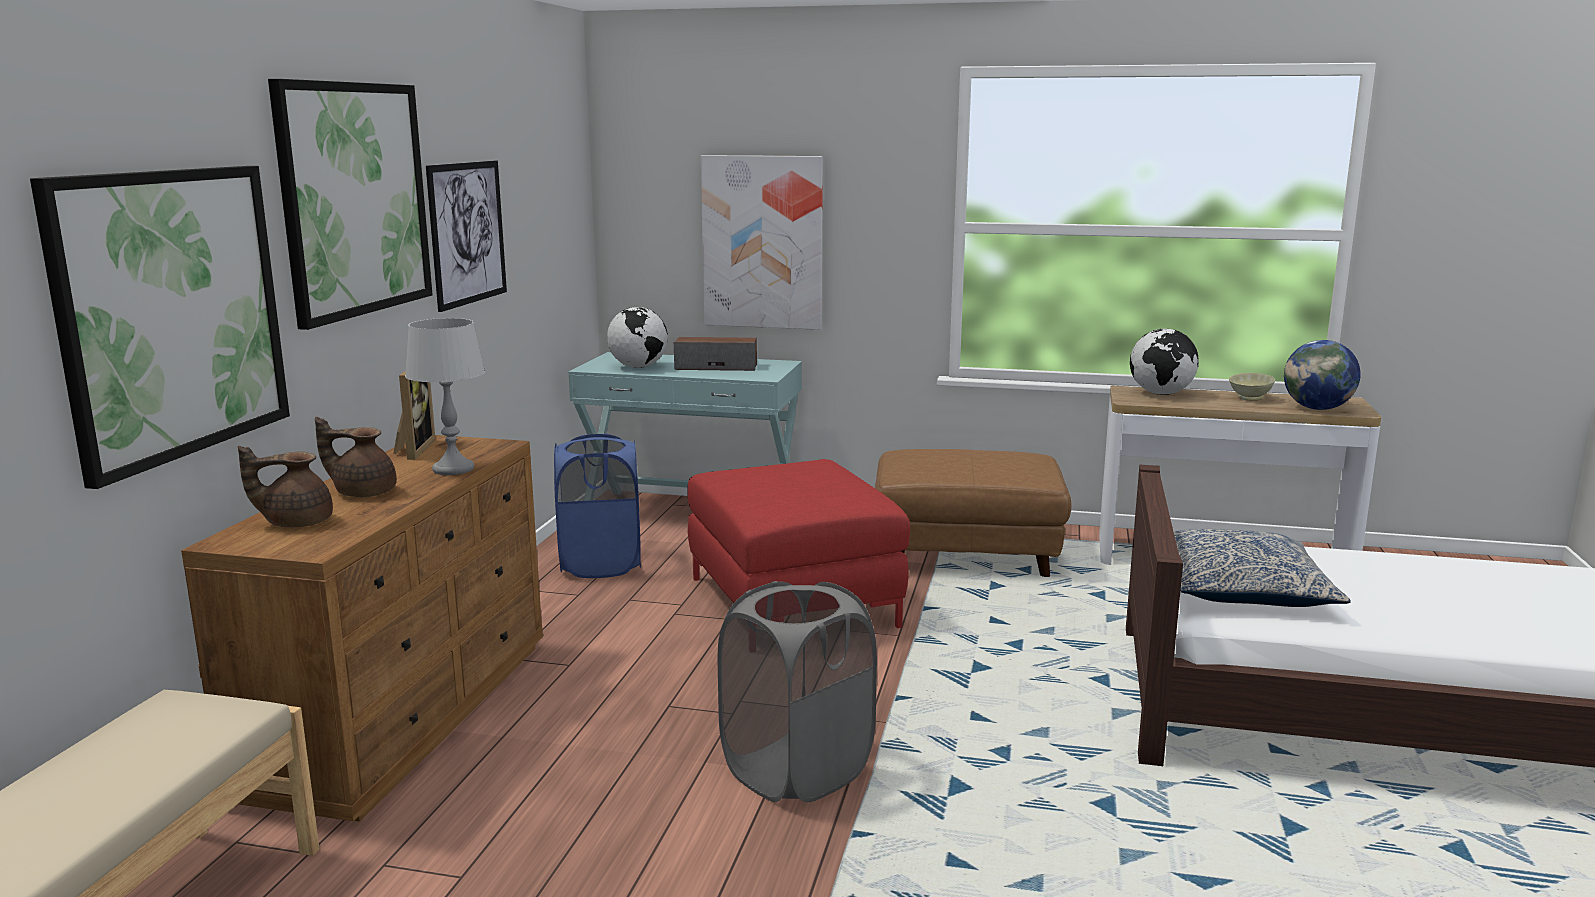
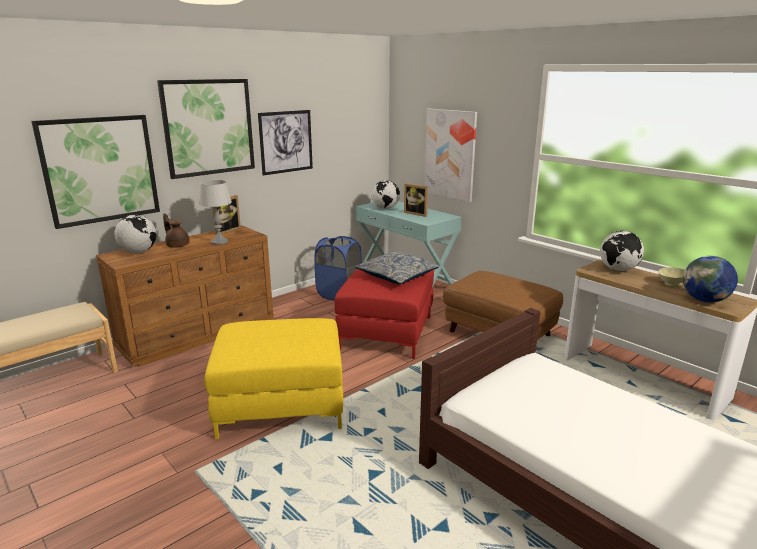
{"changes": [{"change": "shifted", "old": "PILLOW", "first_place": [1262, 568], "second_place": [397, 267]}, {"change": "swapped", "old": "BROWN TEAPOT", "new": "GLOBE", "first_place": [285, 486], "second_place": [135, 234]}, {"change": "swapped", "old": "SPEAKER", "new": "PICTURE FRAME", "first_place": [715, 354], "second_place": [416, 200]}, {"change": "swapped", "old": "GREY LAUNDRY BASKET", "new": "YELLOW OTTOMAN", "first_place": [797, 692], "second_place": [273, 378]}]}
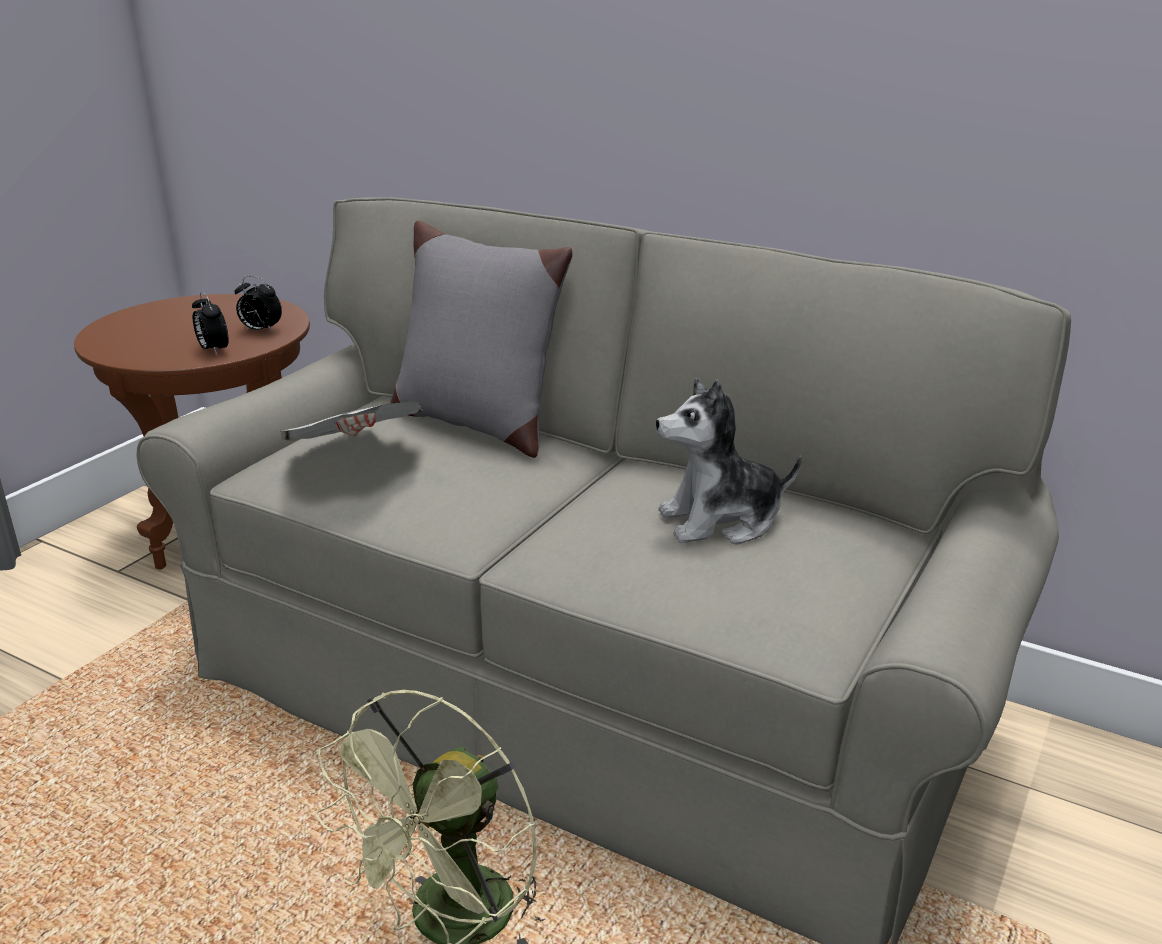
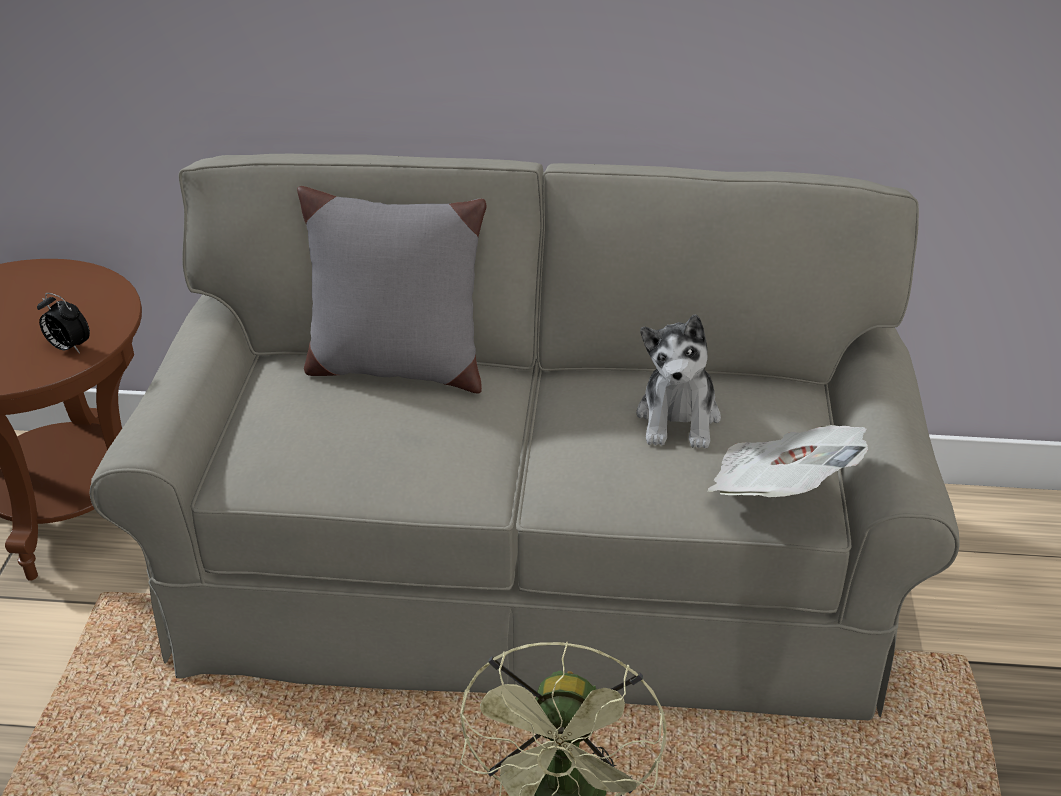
{"changes": [{"change": "gone", "old": "ALARM CLOCK", "first_place": [258, 304]}, {"change": "shifted", "old": "NEWSPAPER", "first_place": [351, 421], "second_place": [787, 461]}, {"change": "rotated", "old": "PLUSH TOY", "first_place": [729, 461], "second_place": [678, 381], "degrees": -45}]}
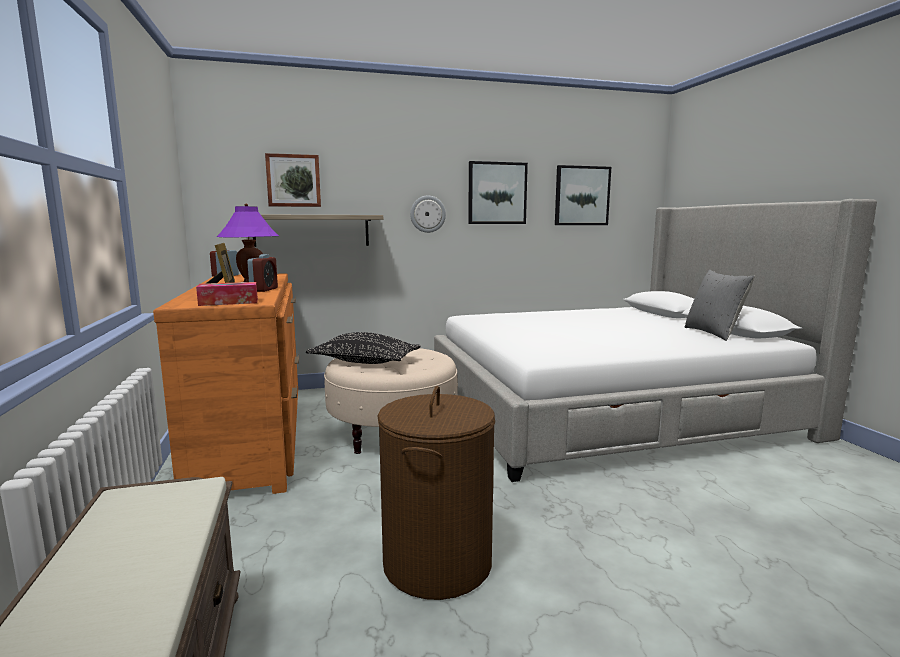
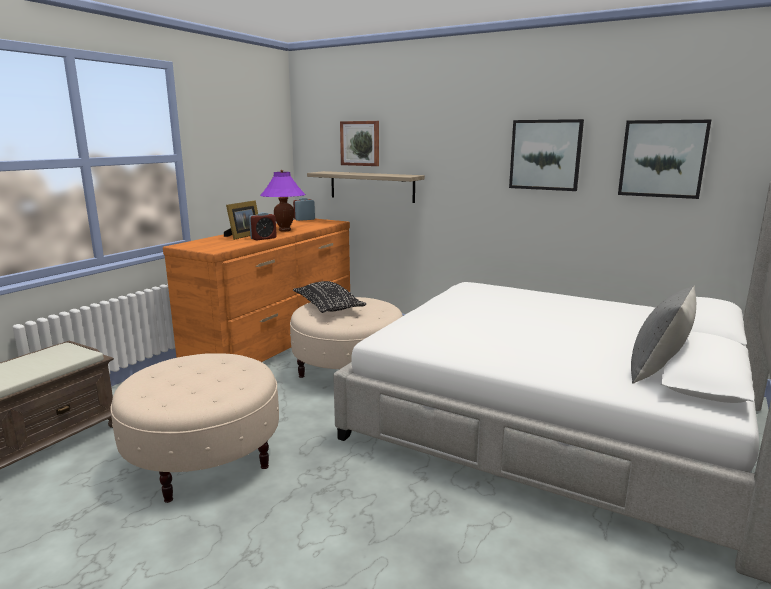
{"changes": [{"change": "gone", "old": "TISSUE BOX", "first_place": [227, 294]}, {"change": "gone", "old": "WALL CLOCK", "first_place": [428, 214]}, {"change": "swapped", "old": "BROWN LAUNDRY BASKET", "new": "BEIGE OTTOMAN", "first_place": [436, 493], "second_place": [194, 428]}]}
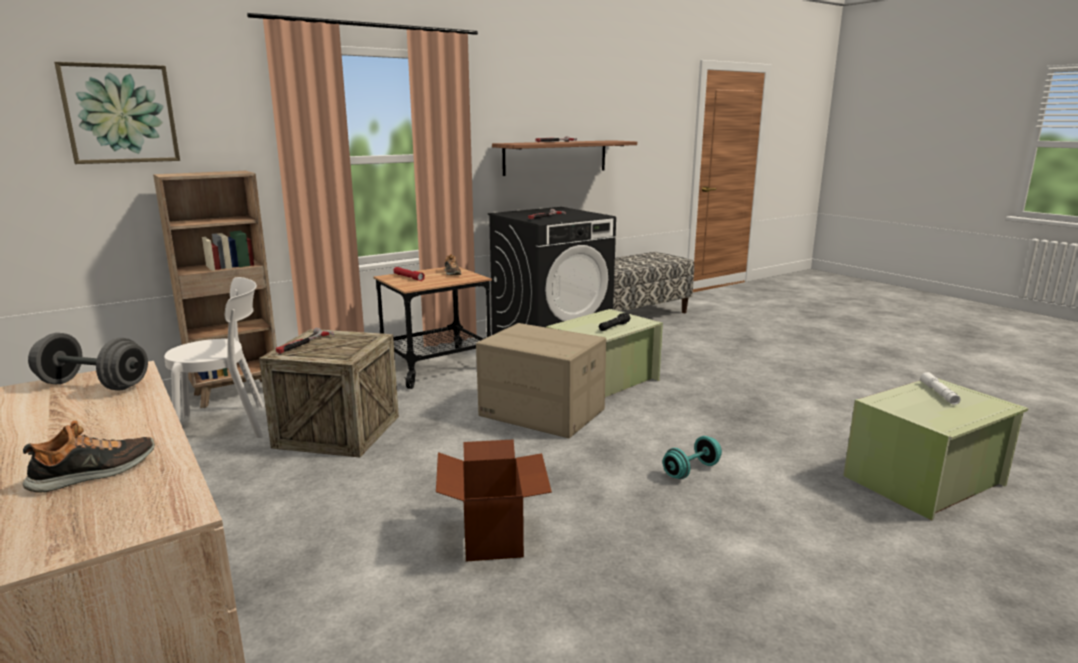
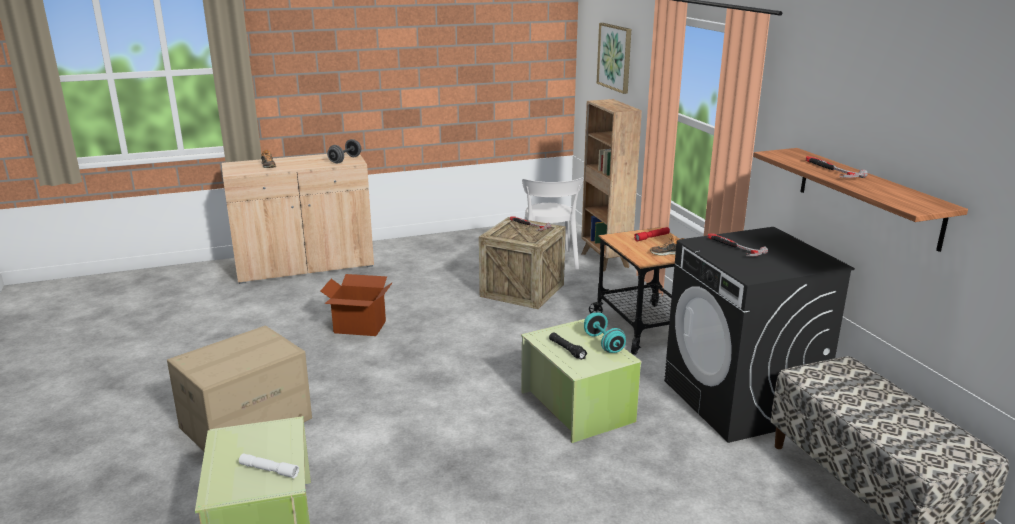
{"changes": [{"change": "shifted", "old": "CARDBOARD BOX", "first_place": [541, 380], "second_place": [239, 388]}, {"change": "shifted", "old": "TURQUOISE DUMBBELL", "first_place": [692, 457], "second_place": [605, 332]}]}
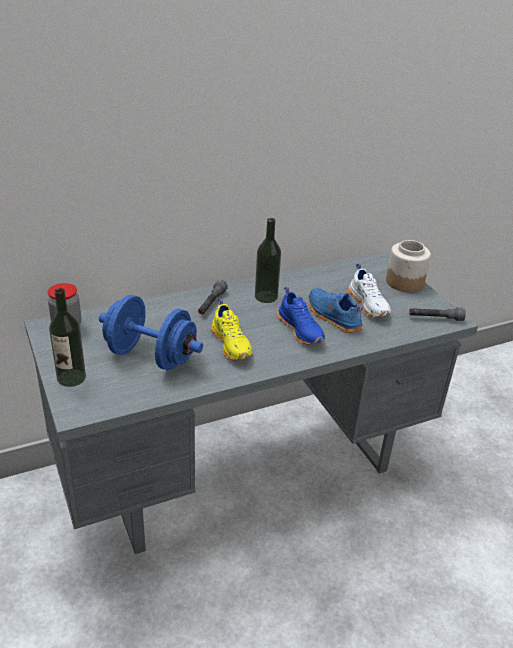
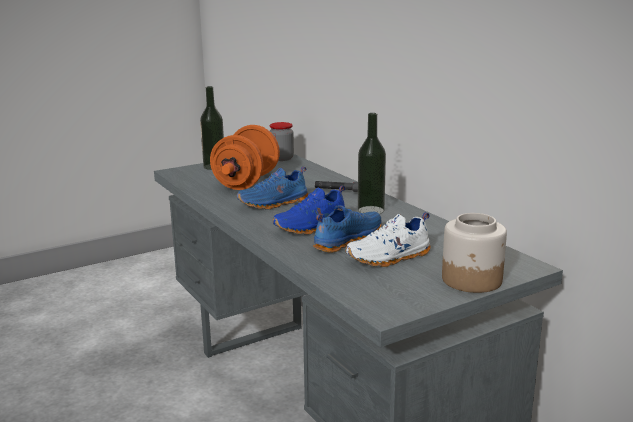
{"changes": [{"change": "gone", "old": "GREY FLASHLIGHT", "first_place": [437, 314]}, {"change": "repainted", "old": "BLUE DUMBBELL", "new": "ORANGE DUMBBELL", "first_place": [151, 332], "second_place": [245, 157]}, {"change": "repainted", "old": "YELLOW SHOE", "new": "BLUE SHOE", "first_place": [231, 330], "second_place": [272, 188]}]}
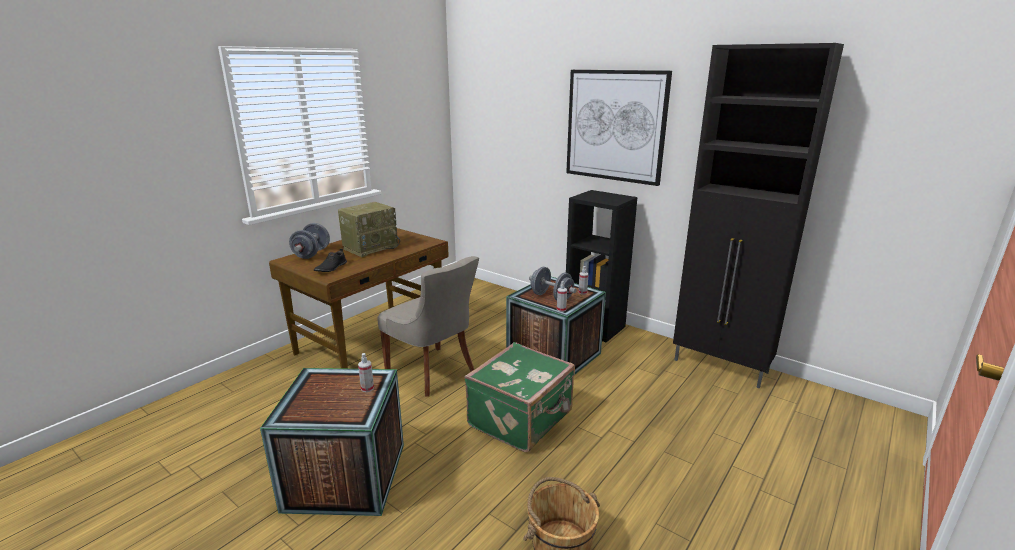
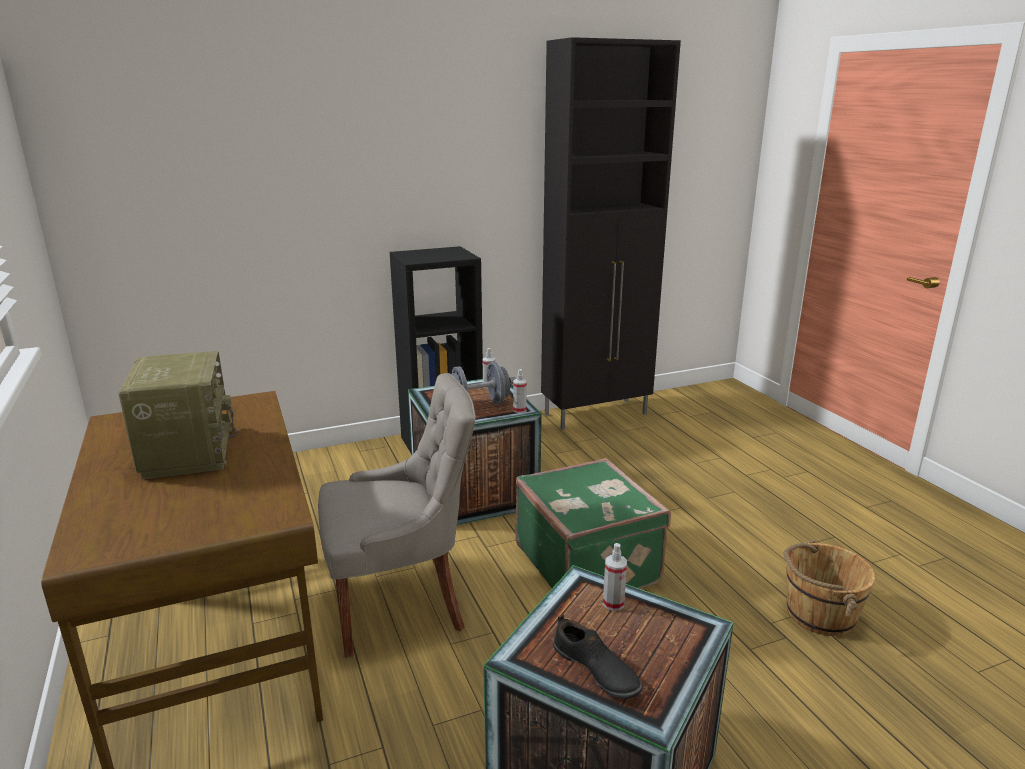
{"changes": [{"change": "gone", "old": "GREY DUMBBELL", "first_place": [309, 241]}, {"change": "gone", "old": "PICTURE", "first_place": [619, 128]}, {"change": "shifted", "old": "BLACK SHOE", "first_place": [330, 260], "second_place": [598, 656]}]}
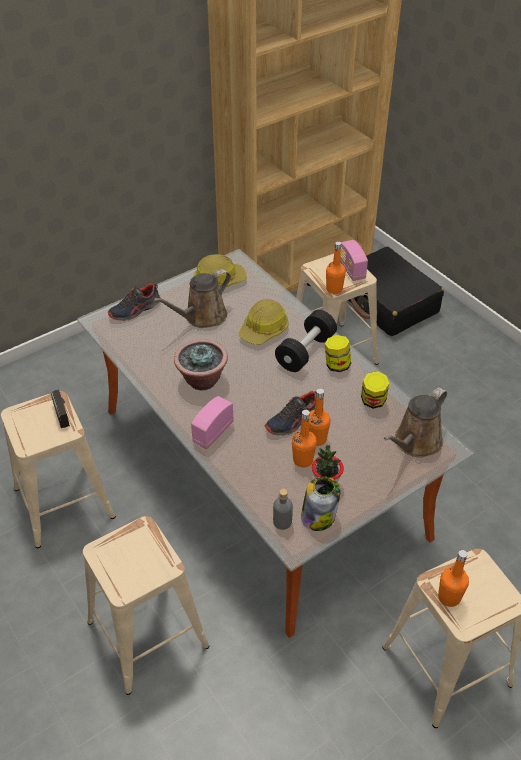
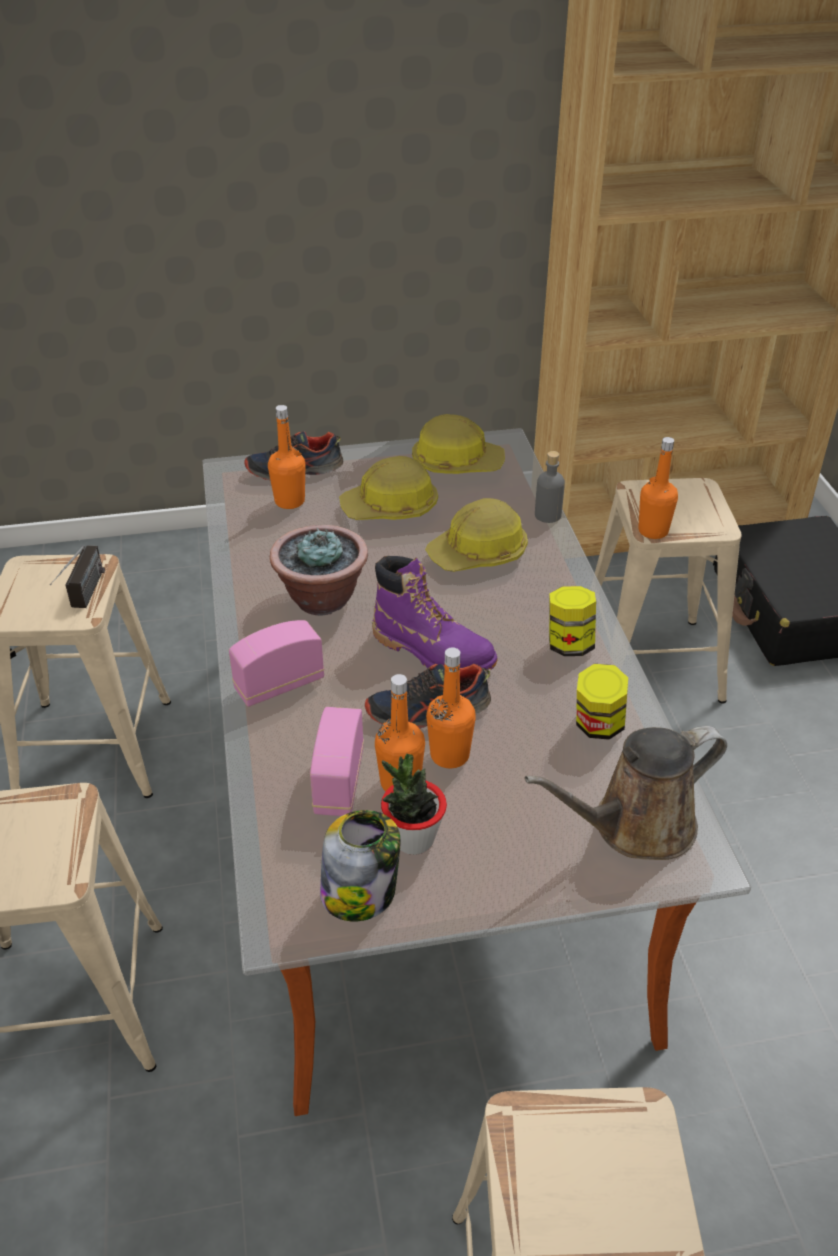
{"changes": [{"change": "gone", "old": "BLACK DUMBBELL", "first_place": [306, 341]}, {"change": "new", "new": "PURPLE BOOT", "second_place": [435, 613]}, {"change": "shifted", "old": "GREY BOTTLE", "first_place": [283, 509], "second_place": [550, 487]}, {"change": "shifted", "old": "RADIO", "first_place": [354, 260], "second_place": [337, 761]}, {"change": "shifted", "old": "ORANGE BOTTLE", "first_place": [453, 578], "second_place": [286, 457]}, {"change": "swapped", "old": "BROWN WATERING CAN", "new": "HARD HAT", "first_place": [192, 298], "second_place": [388, 488]}]}
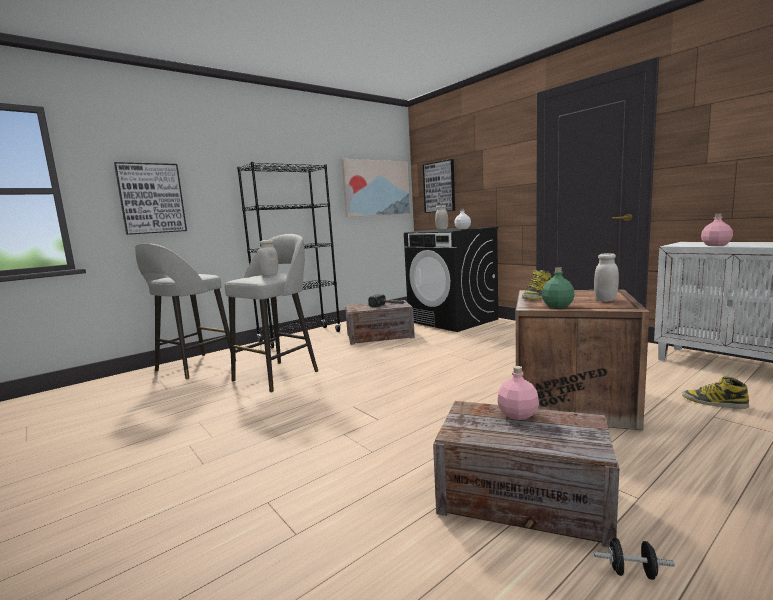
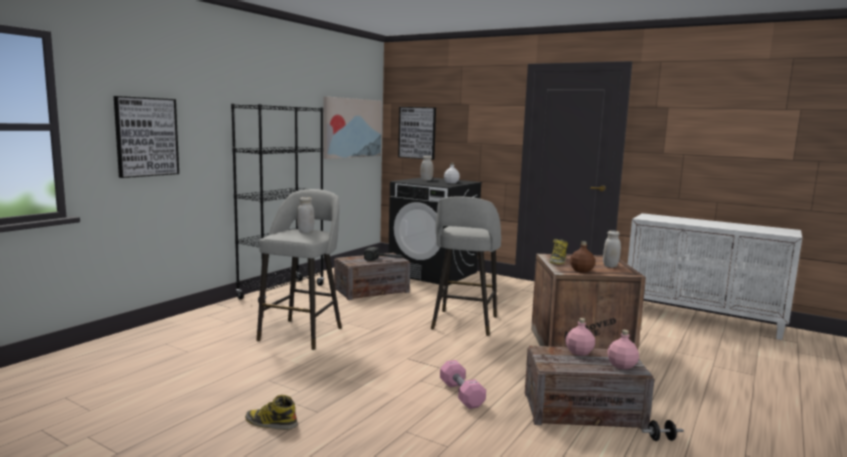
{"changes": [{"change": "new", "new": "PINK DUMBBELL", "second_place": [463, 384]}, {"change": "shifted", "old": "GREY STOOL", "first_place": [185, 311], "second_place": [466, 266]}, {"change": "shifted", "old": "BOOT", "first_place": [715, 392], "second_place": [271, 412]}, {"change": "shifted", "old": "PINK BOTTLE", "first_place": [717, 229], "second_place": [623, 350]}, {"change": "repainted", "old": "GREEN BOTTLE", "new": "BROWN BOTTLE", "first_place": [558, 287], "second_place": [582, 257]}]}
